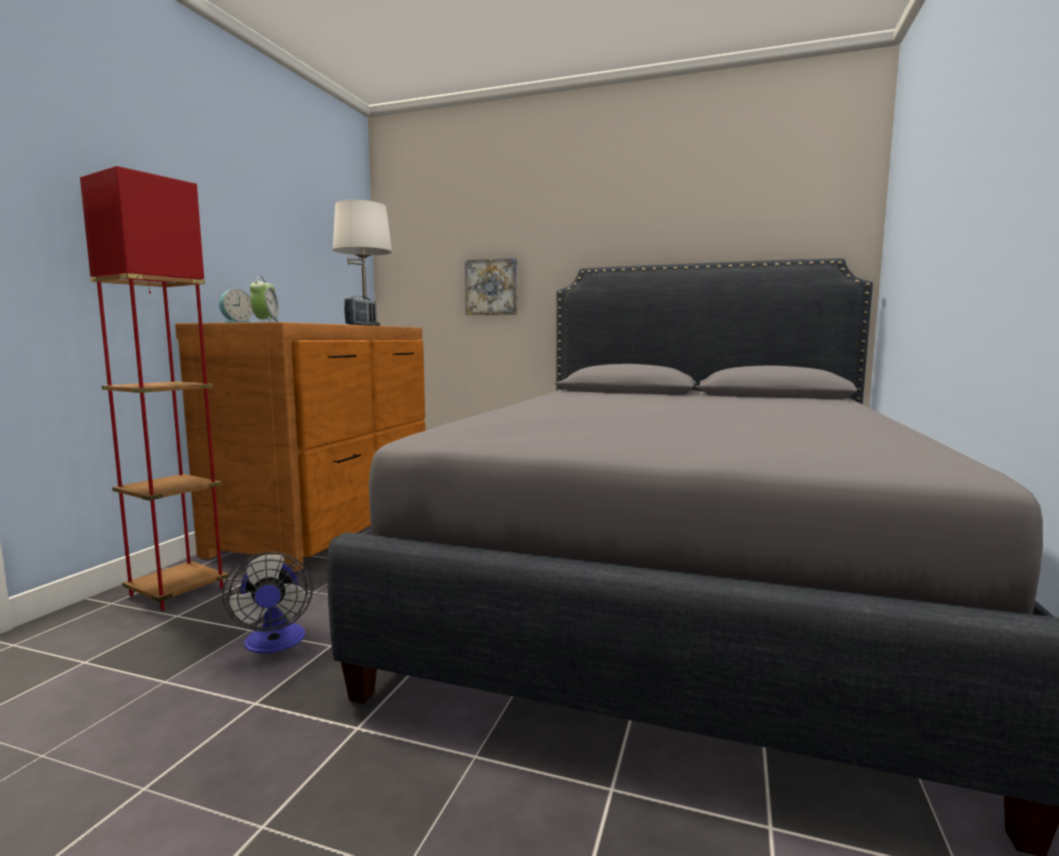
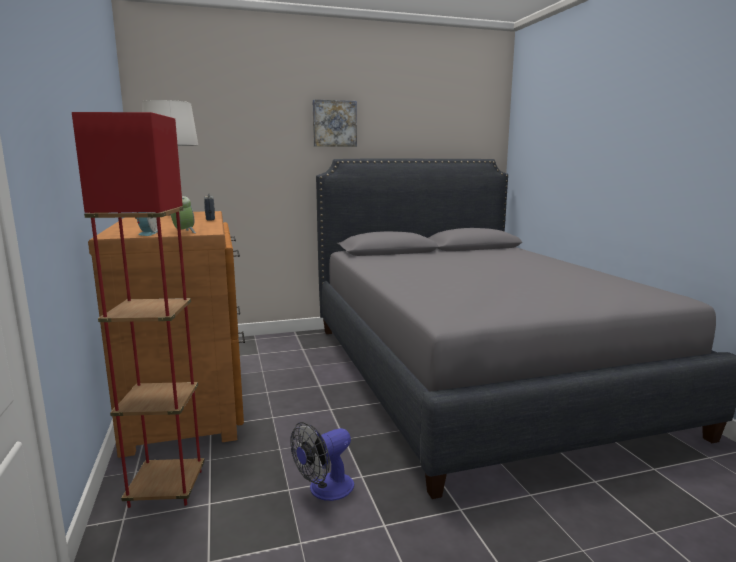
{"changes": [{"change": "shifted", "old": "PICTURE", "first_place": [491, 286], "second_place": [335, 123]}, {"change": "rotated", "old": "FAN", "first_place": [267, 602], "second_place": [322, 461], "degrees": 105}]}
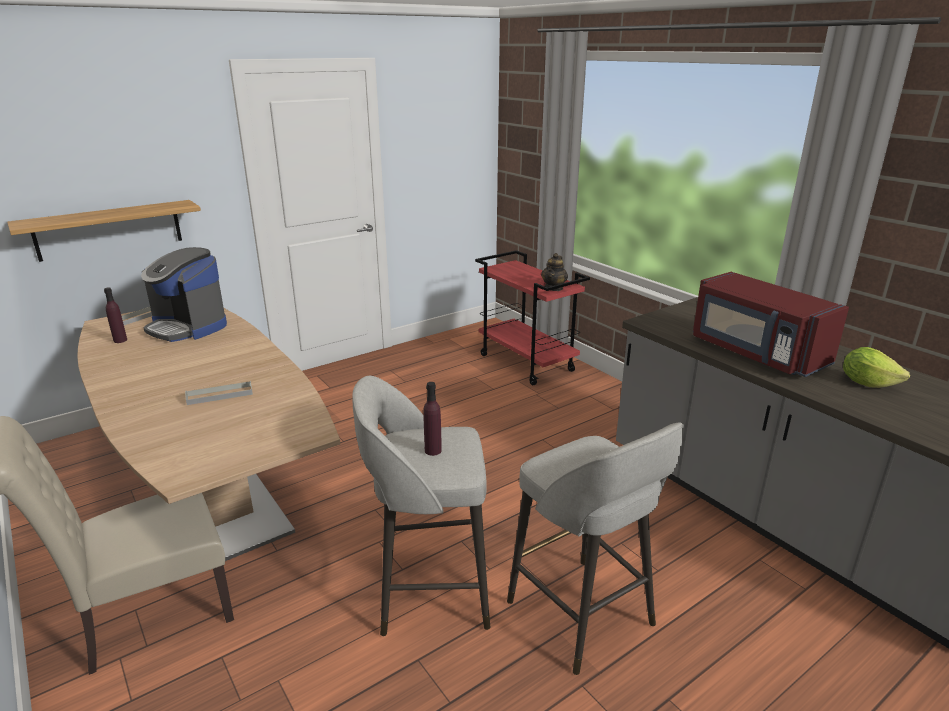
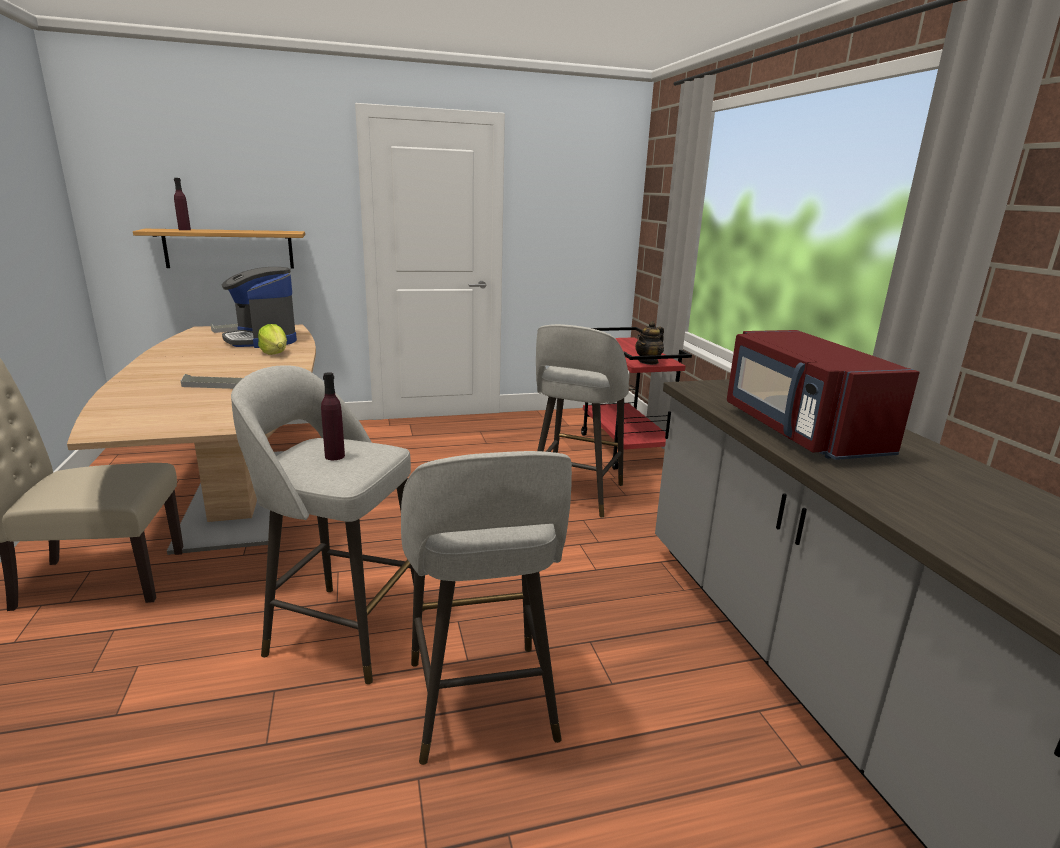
{"changes": [{"change": "new", "new": "GREY STOOL", "second_place": [583, 421]}, {"change": "shifted", "old": "PURPLE BOTTLE", "first_place": [115, 315], "second_place": [182, 204]}, {"change": "shifted", "old": "LETTUCE", "first_place": [876, 367], "second_place": [272, 339]}]}
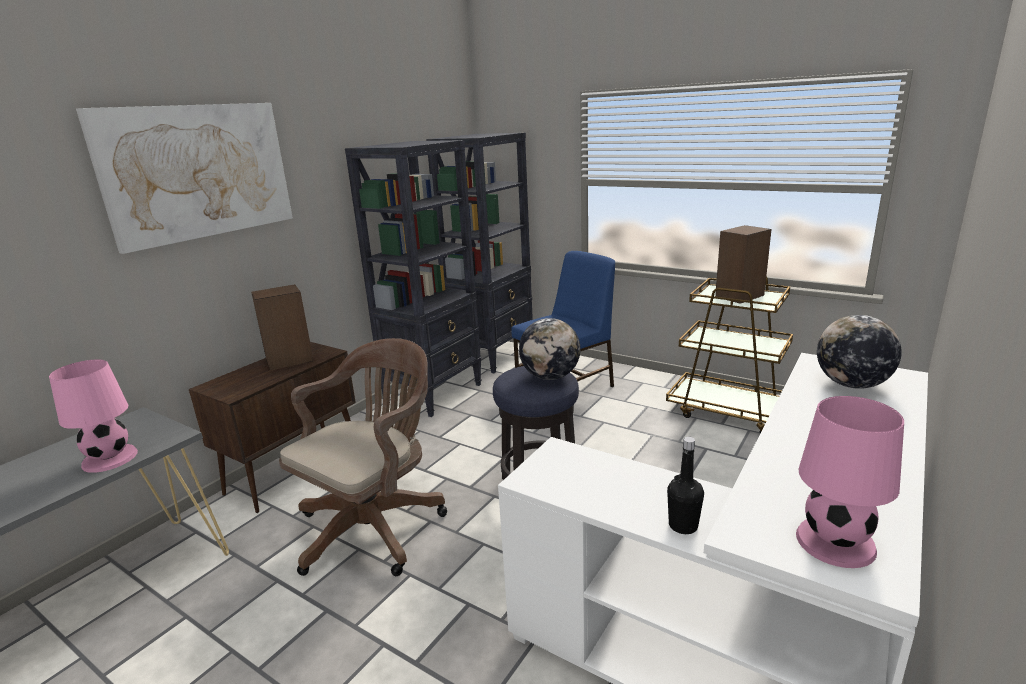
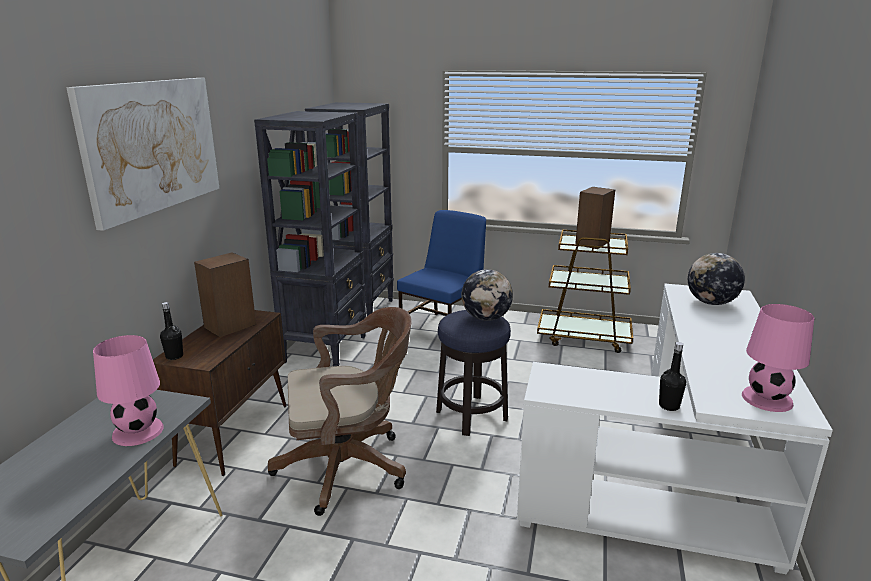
{"changes": [{"change": "new", "new": "BLACK BOTTLE", "second_place": [171, 331]}, {"change": "rotated", "old": "BROWN OFFICE CHAIR", "first_place": [363, 457], "second_place": [340, 411], "degrees": 60}]}
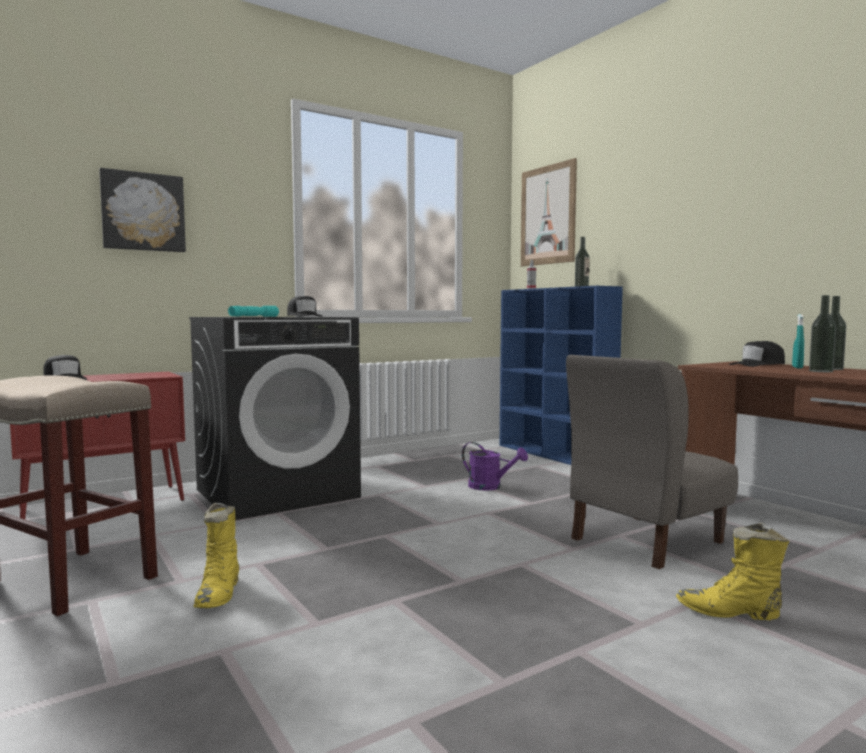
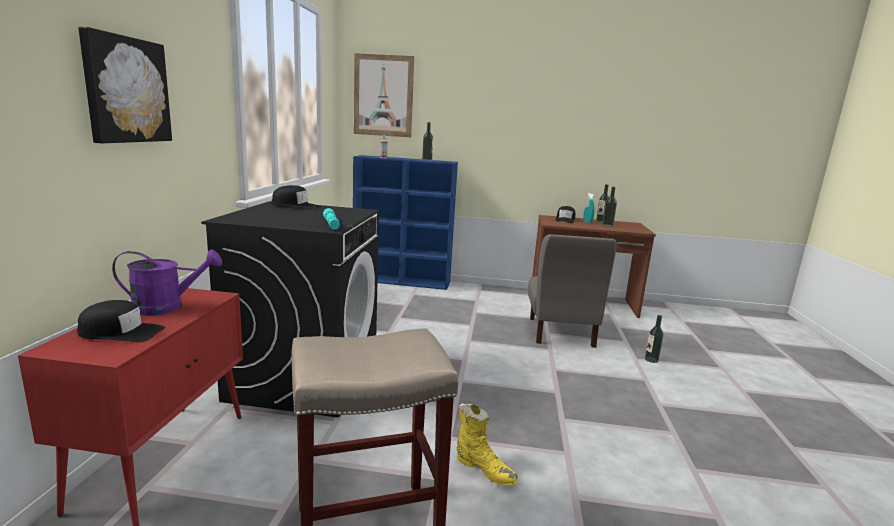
{"changes": [{"change": "shifted", "old": "PURPLE WATERING CAN", "first_place": [495, 466], "second_place": [167, 282]}, {"change": "swapped", "old": "YELLOW BOOT", "new": "BOTTLE", "first_place": [732, 571], "second_place": [654, 339]}]}
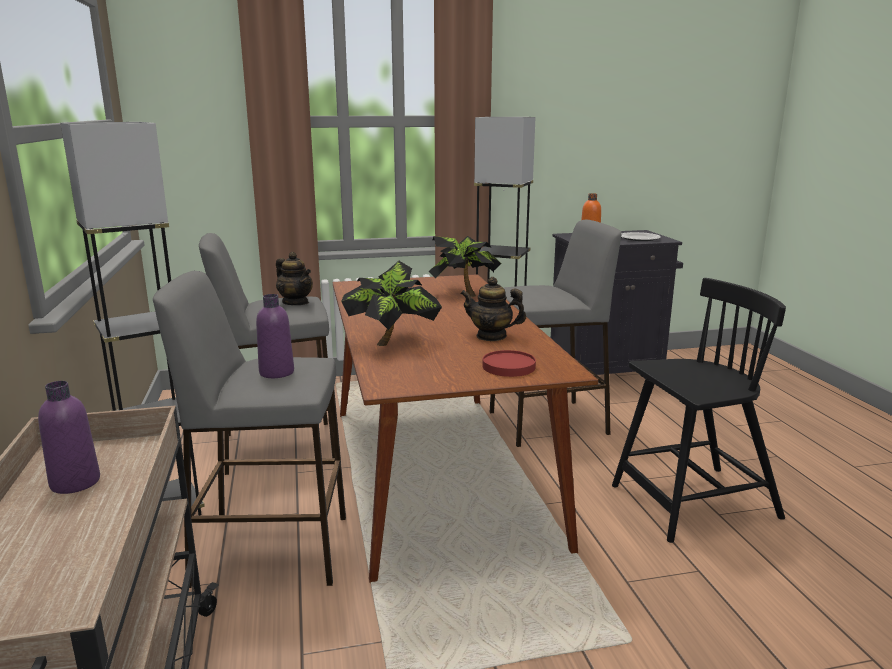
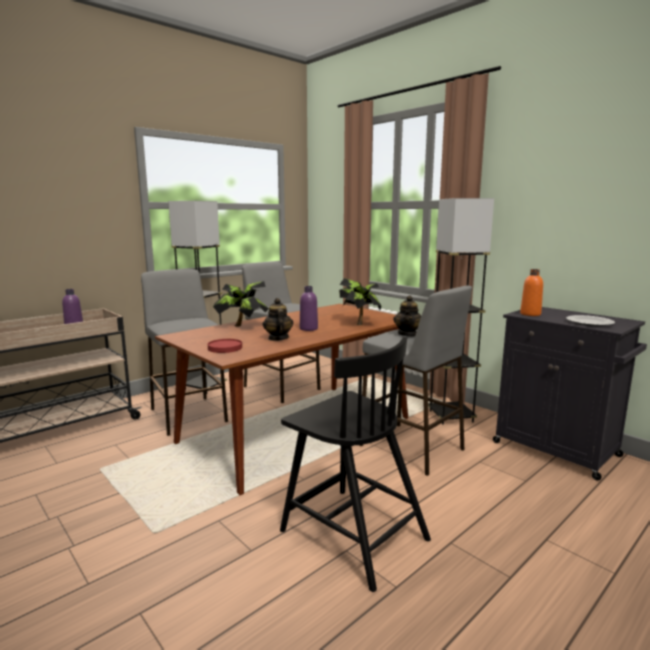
{"changes": [{"change": "shifted", "old": "PURPLE BOTTLE", "first_place": [275, 336], "second_place": [309, 308]}, {"change": "shifted", "old": "TEAPOT", "first_place": [294, 278], "second_place": [407, 316]}]}
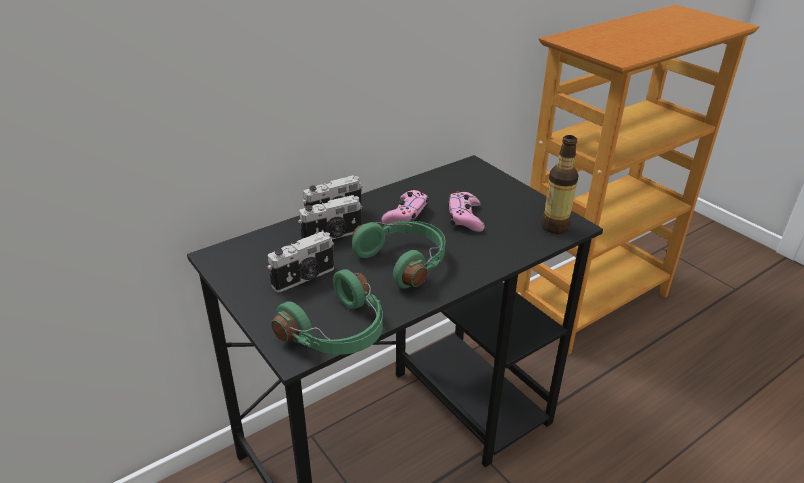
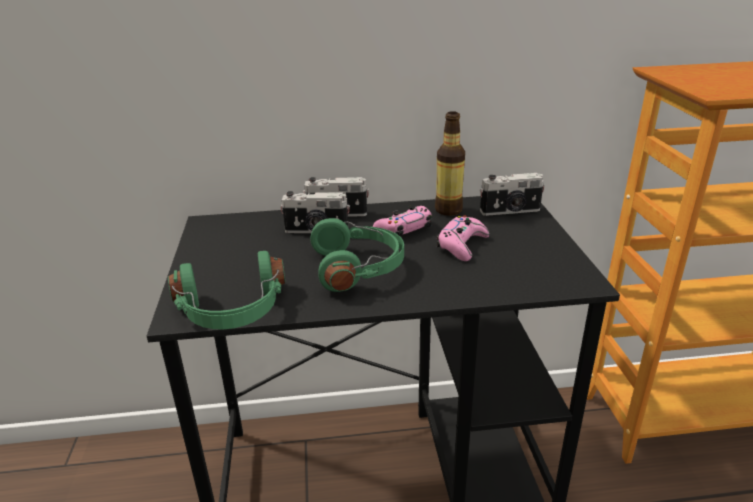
{"changes": [{"change": "shifted", "old": "PHOTO CAMERA", "first_place": [300, 261], "second_place": [512, 194]}, {"change": "shifted", "old": "BOTTLE", "first_place": [560, 184], "second_place": [450, 163]}]}
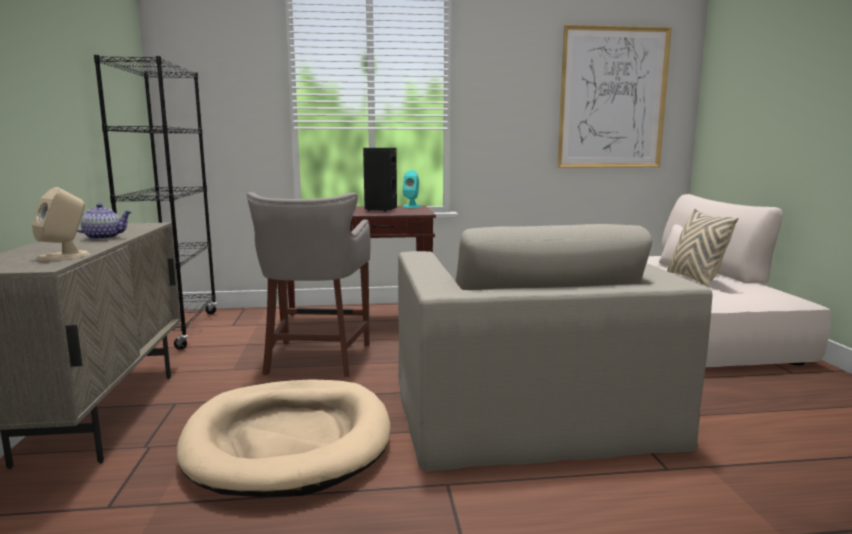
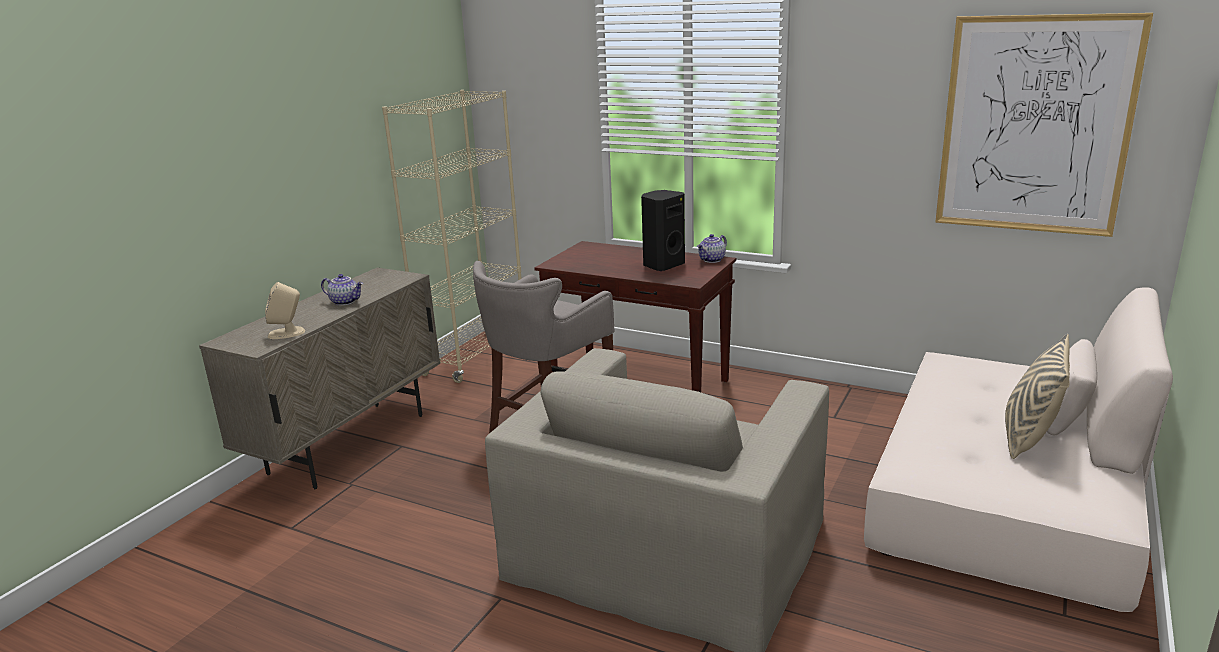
{"changes": [{"change": "gone", "old": "BEIGE DOG BED", "first_place": [284, 438]}, {"change": "swapped", "old": "TURQUOISE SPEAKER", "new": "TEAPOT", "first_place": [412, 189], "second_place": [712, 248]}, {"change": "repainted", "old": "BLACK BOOKCASE", "new": "BEIGE BOOKCASE", "first_place": [156, 202], "second_place": [452, 236]}]}
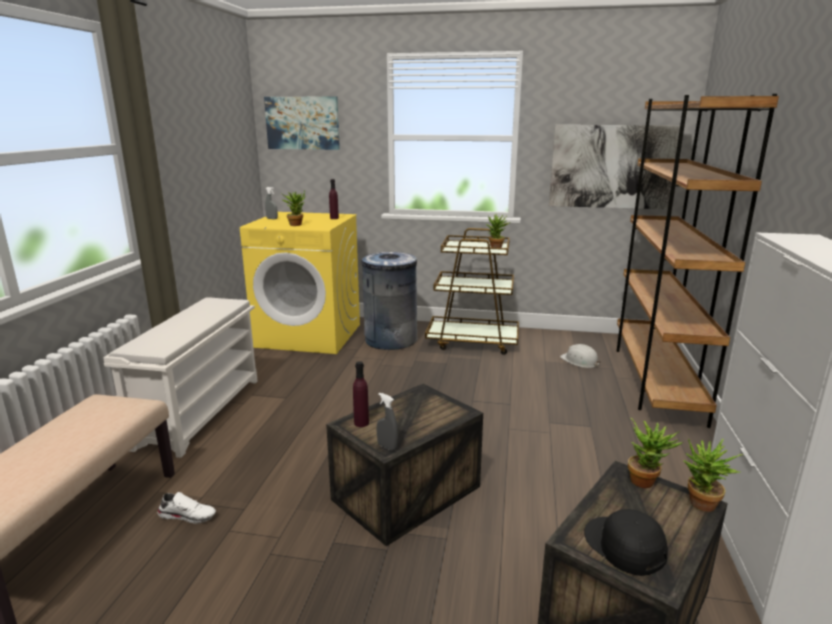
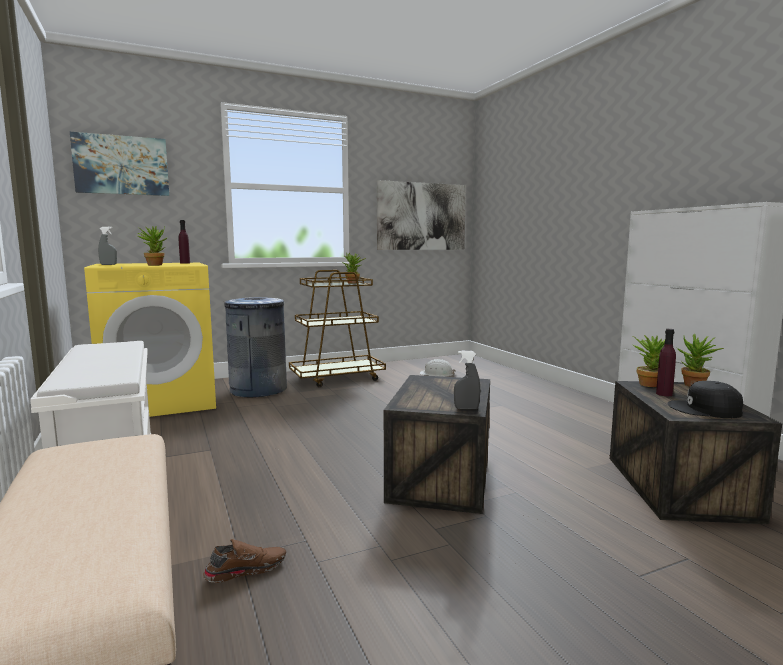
{"changes": [{"change": "gone", "old": "BROWN BOOKCASE", "first_place": [698, 261]}, {"change": "shifted", "old": "PURPLE BOTTLE", "first_place": [361, 394], "second_place": [666, 362]}, {"change": "repainted", "old": "WHITE SHOE", "new": "BROWN SHOE", "first_place": [187, 508], "second_place": [244, 561]}]}
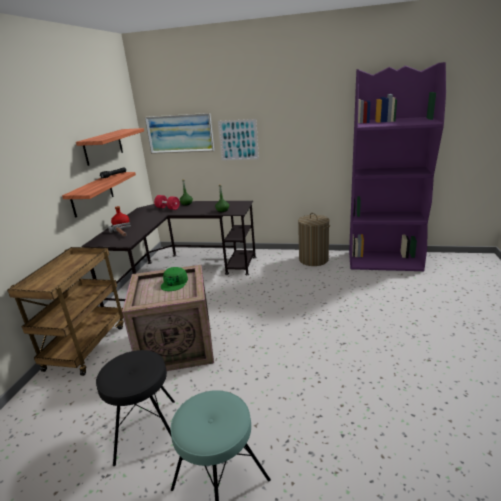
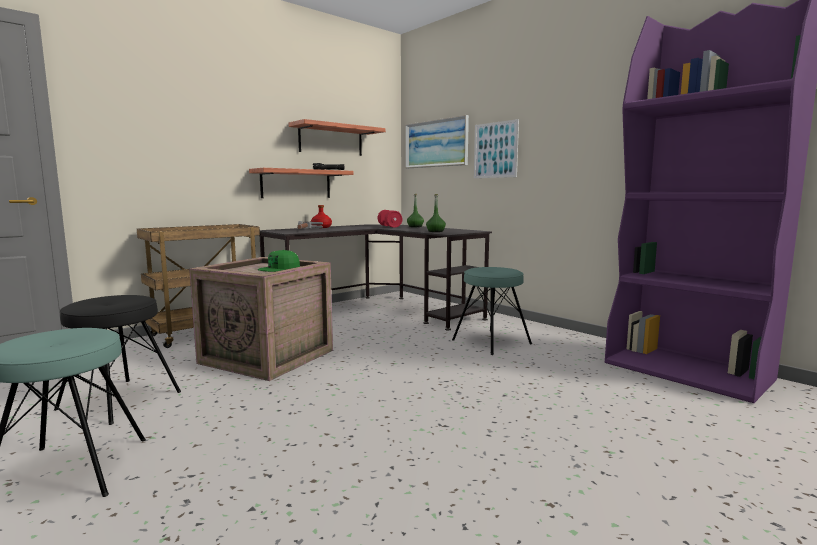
{"changes": [{"change": "gone", "old": "LAUNDRY BASKET", "first_place": [314, 239]}, {"change": "new", "new": "TURQUOISE STOOL", "second_place": [492, 311]}]}
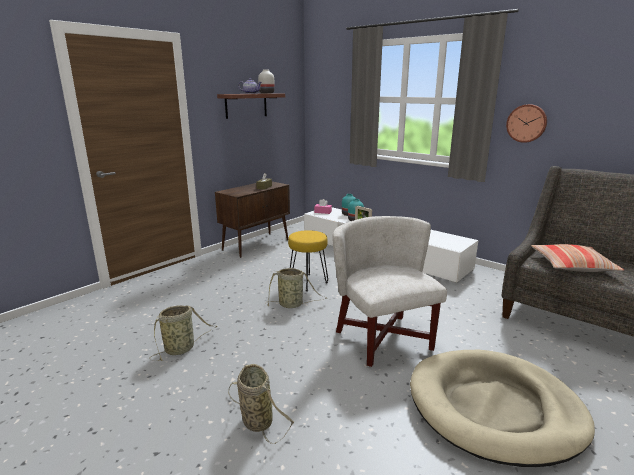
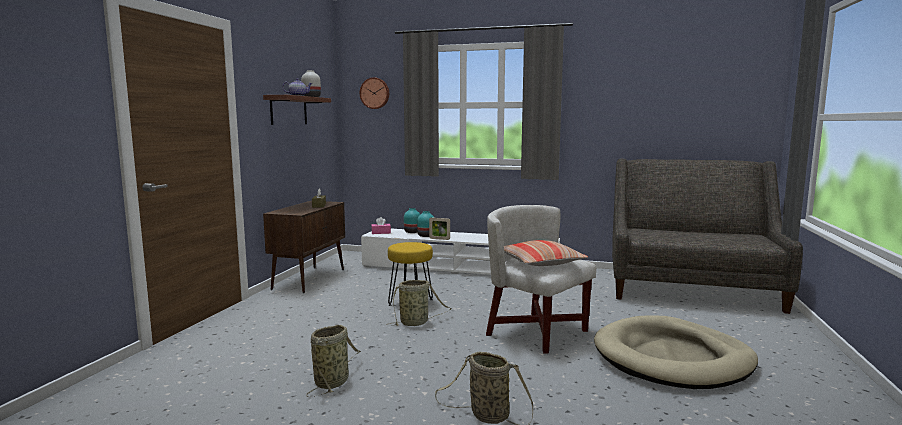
{"changes": [{"change": "shifted", "old": "WALL CLOCK", "first_place": [526, 123], "second_place": [374, 93]}, {"change": "shifted", "old": "PILLOW", "first_place": [577, 258], "second_place": [546, 253]}]}
